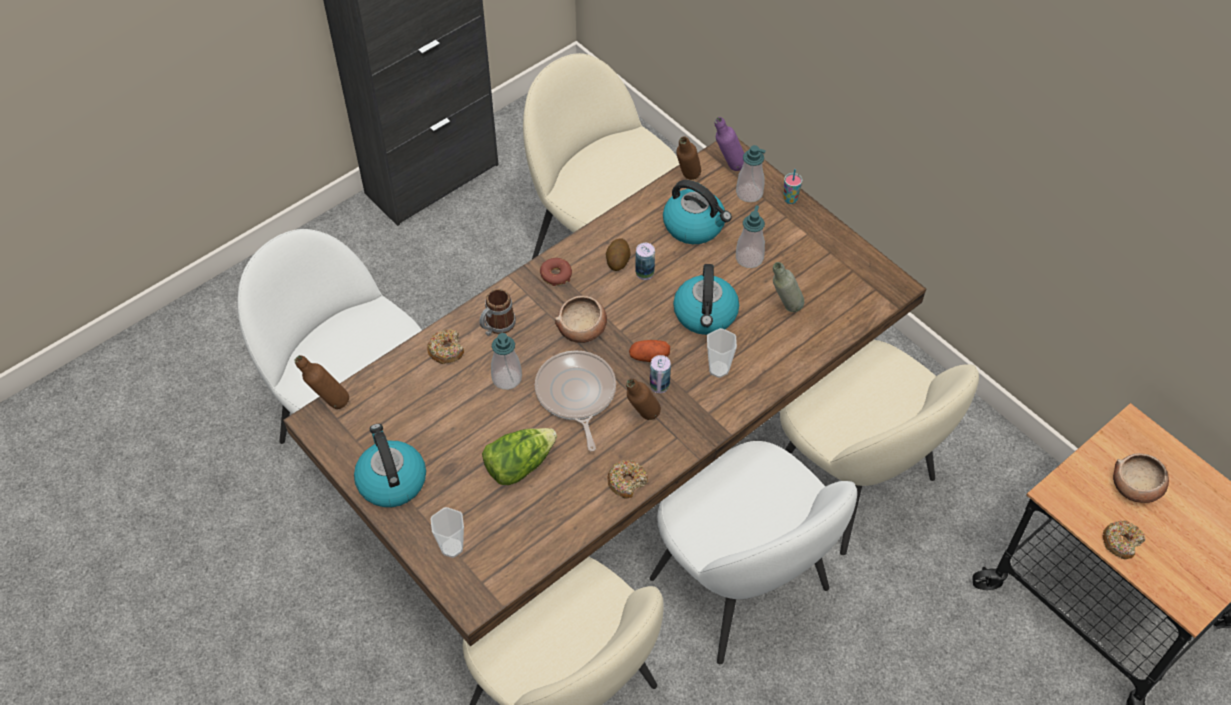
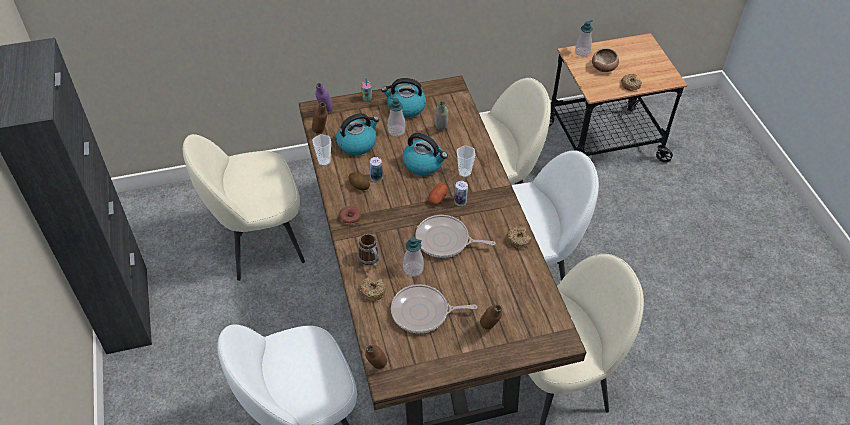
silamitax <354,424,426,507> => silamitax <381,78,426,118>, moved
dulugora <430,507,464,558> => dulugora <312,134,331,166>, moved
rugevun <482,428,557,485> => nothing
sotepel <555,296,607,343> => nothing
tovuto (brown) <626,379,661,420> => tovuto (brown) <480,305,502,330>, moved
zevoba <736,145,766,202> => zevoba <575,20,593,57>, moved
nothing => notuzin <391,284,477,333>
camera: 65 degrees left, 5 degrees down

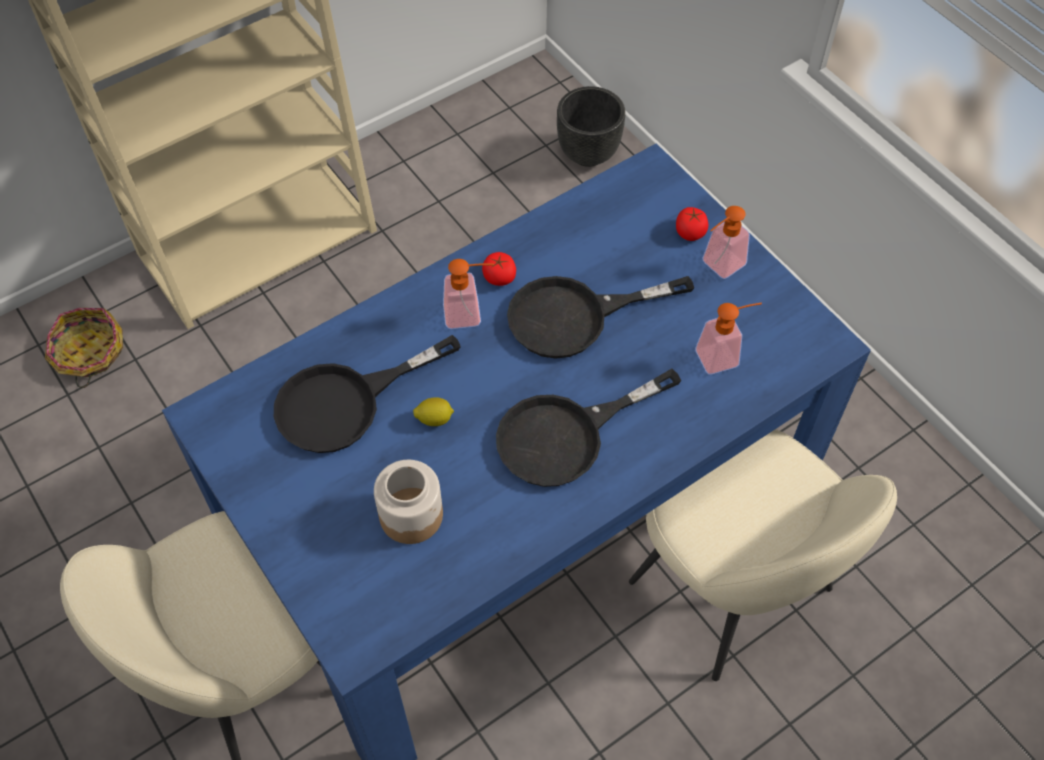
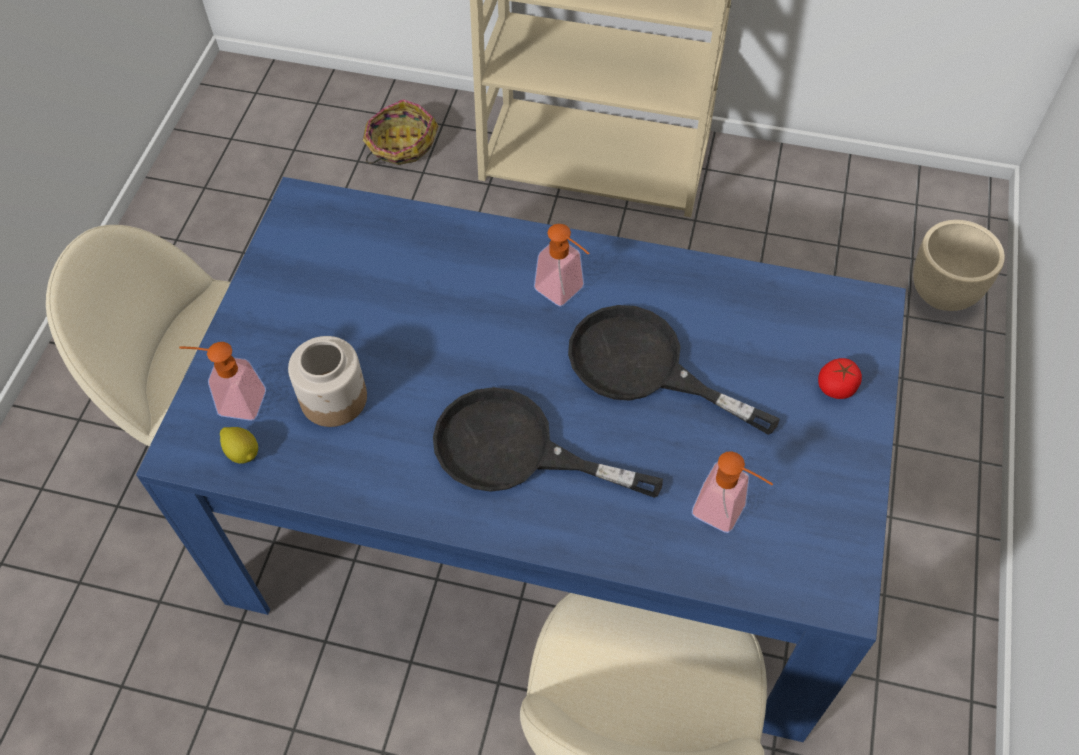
notuzin (black) <274,335,461,453> => nothing
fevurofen <413,397,454,426> => fevurofen <220,427,258,464>, moved
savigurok <482,252,516,286> => nothing
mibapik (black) <557,86,625,167> => mibapik (beige) <913,220,1005,311>
zevoba <702,206,750,279> => zevoba <179,342,266,421>, moved
camera: 50 degrees right, 0 degrees up

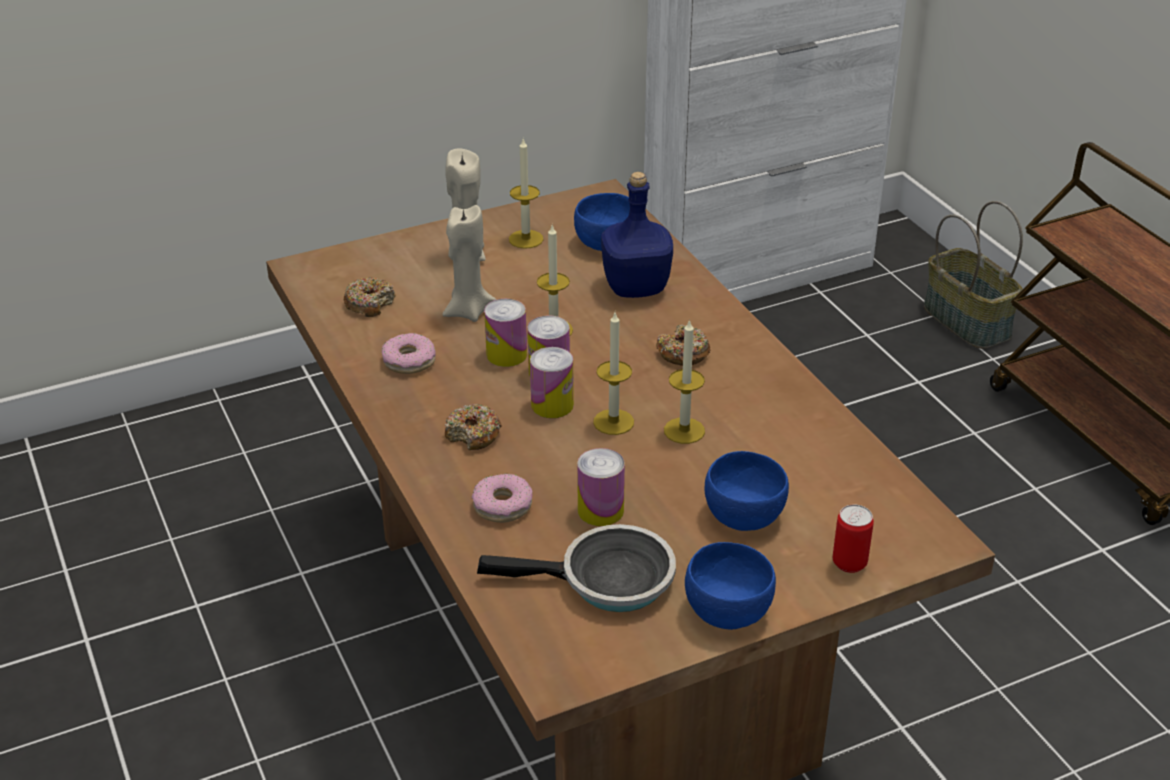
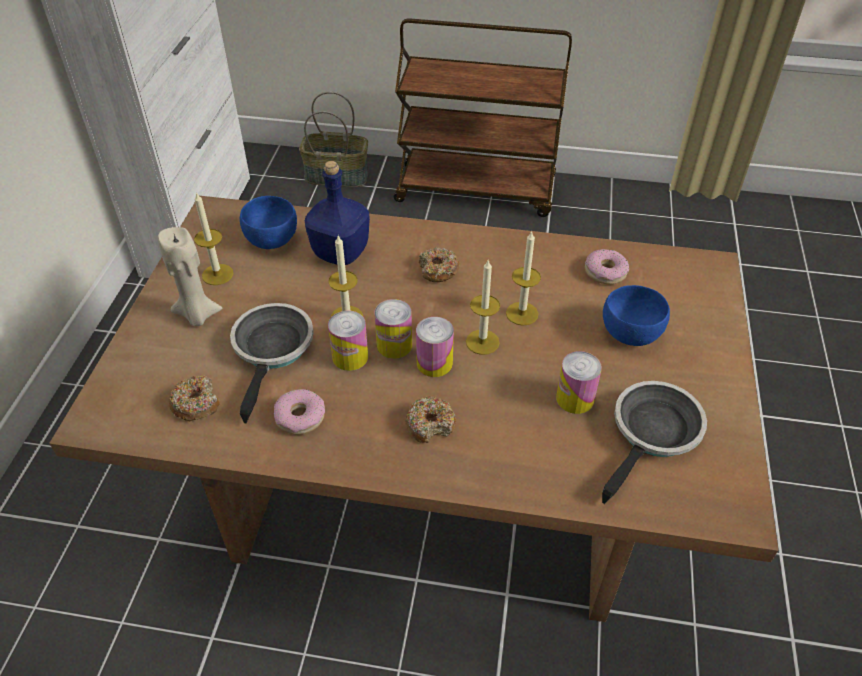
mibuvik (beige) <442,205,496,322> => notuzin <230,303,314,423>
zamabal <472,474,532,523> => zamabal <585,249,629,284>, moved
sotepel (blue) <685,542,776,630> => nothing
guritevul <833,504,874,573> => nothing
camera: 55 degrees left, 10 degrees up

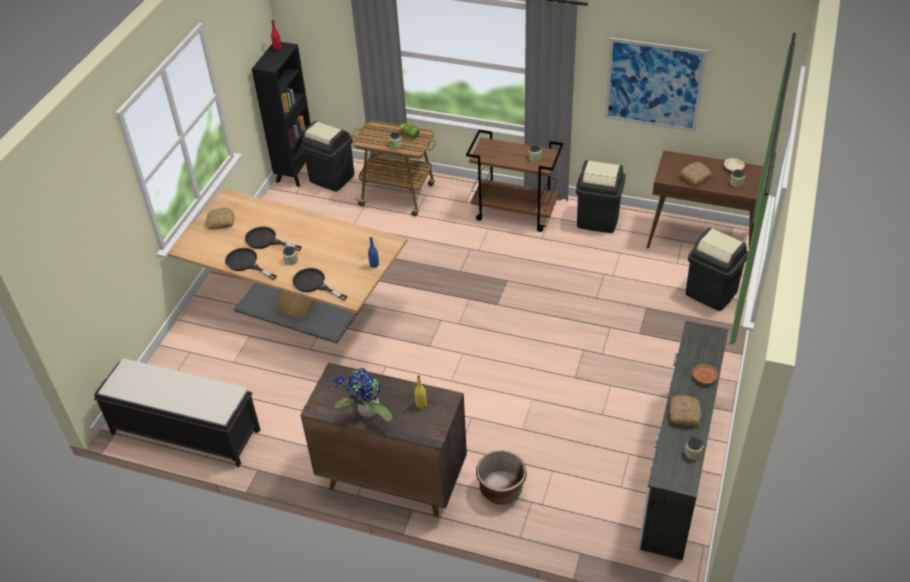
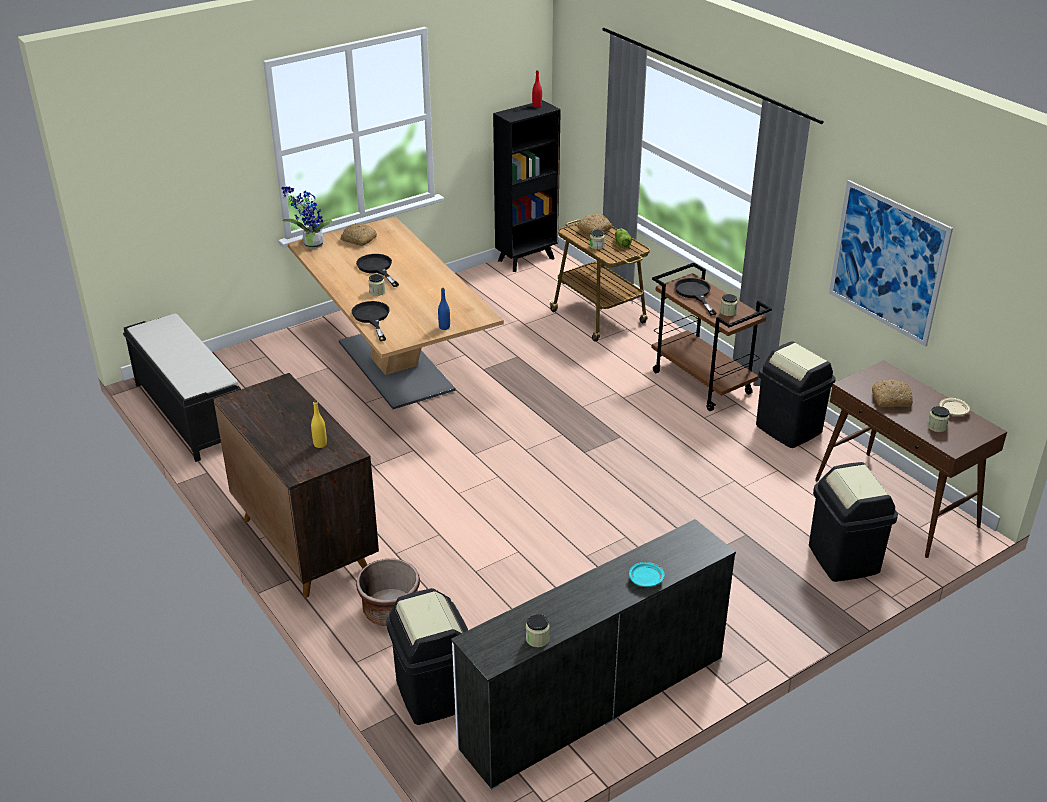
notuzin (black) <225,248,277,280> => notuzin (black) <674,278,716,315>, moved
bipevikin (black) <300,121,354,192> => bipevikin (black) <386,588,468,725>, moved
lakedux <333,367,392,421> => lakedux <281,186,333,249>, moved
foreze <670,395,702,426> => foreze <578,214,612,235>, moved
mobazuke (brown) <693,364,718,384> => mobazuke (turquoise) <629,562,664,587>
camera: 35 degrees right, 10 degrees down

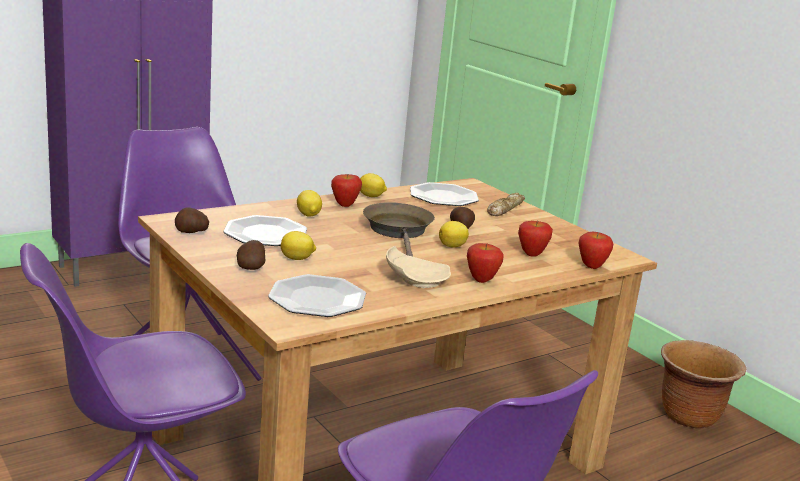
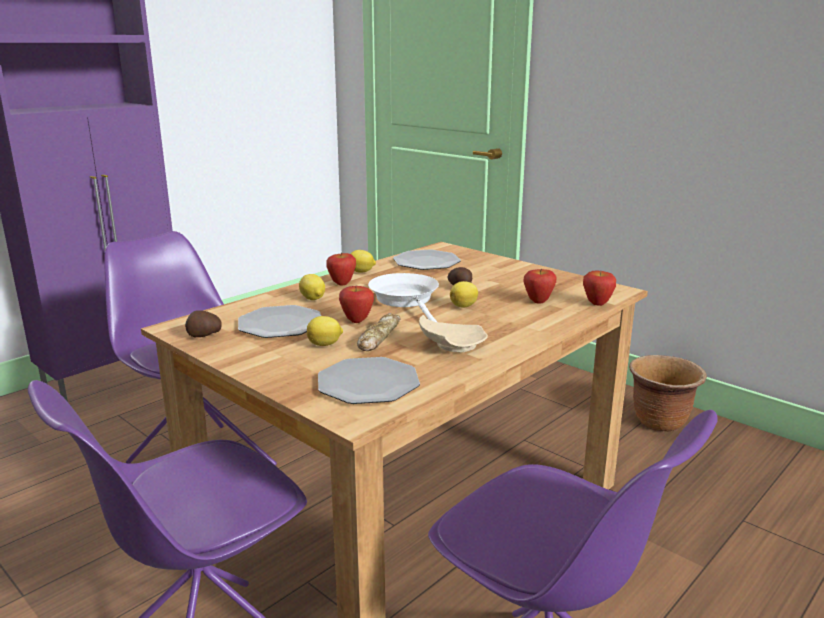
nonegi <237,240,265,270> => nothing
notuzin (brown) <363,202,435,257> => notuzin (white) <368,273,439,322>
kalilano <467,243,504,283> => kalilano <339,286,374,323>, moved
foreze <487,193,525,216> => foreze <357,313,401,351>, moved
camera: 10 degrees left, 0 degrees up

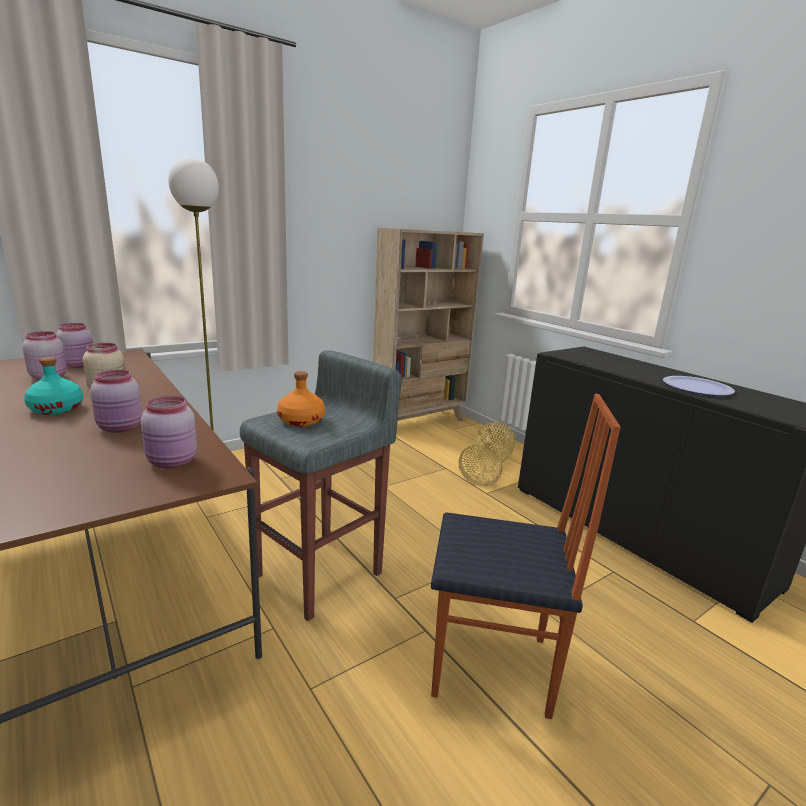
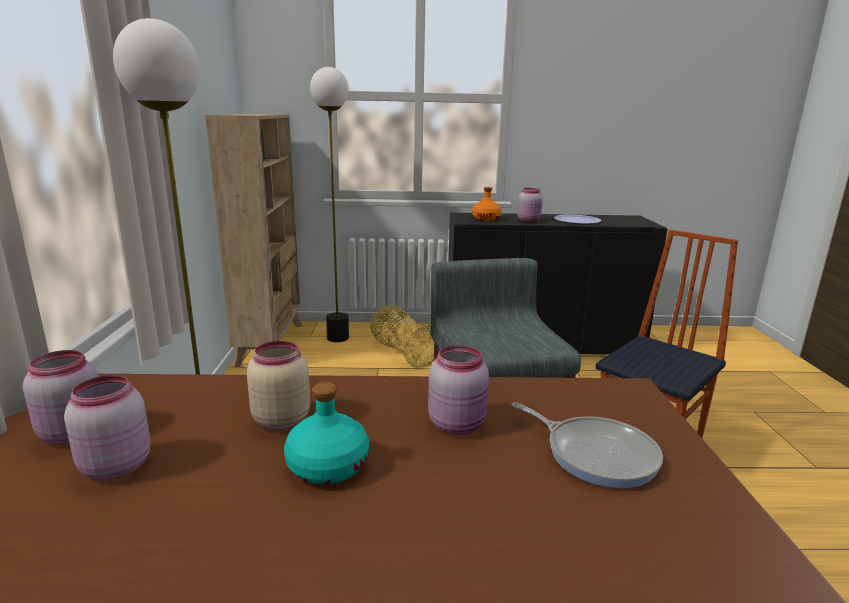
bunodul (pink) <141,396,197,468> => bunodul (pink) <517,188,543,222>, moved
tovuto (orange) <277,371,325,427> => tovuto (orange) <472,187,502,221>, moved
nothing => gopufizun <310,67,349,342>
nothing => notuzin <511,402,663,488>
camera: 55 degrees left, 0 degrees up

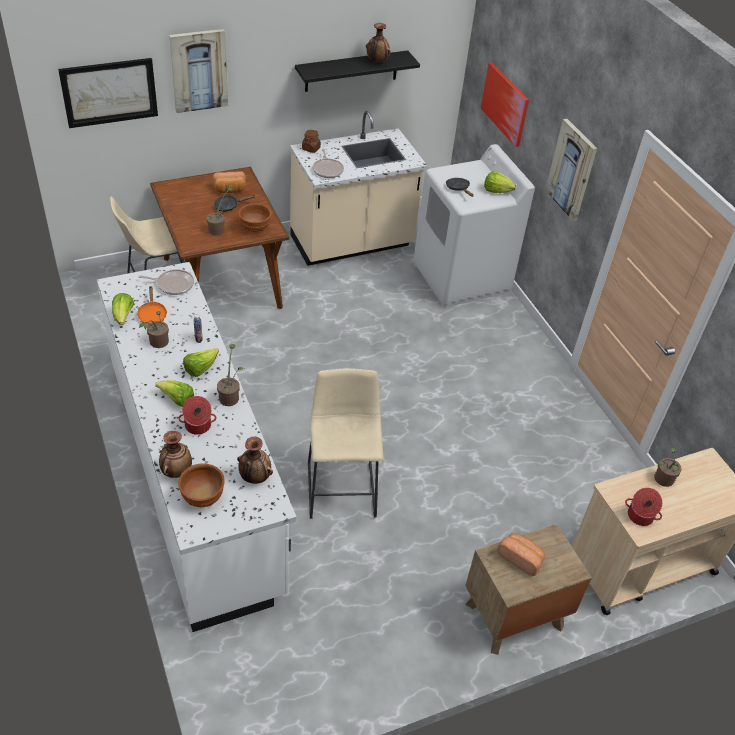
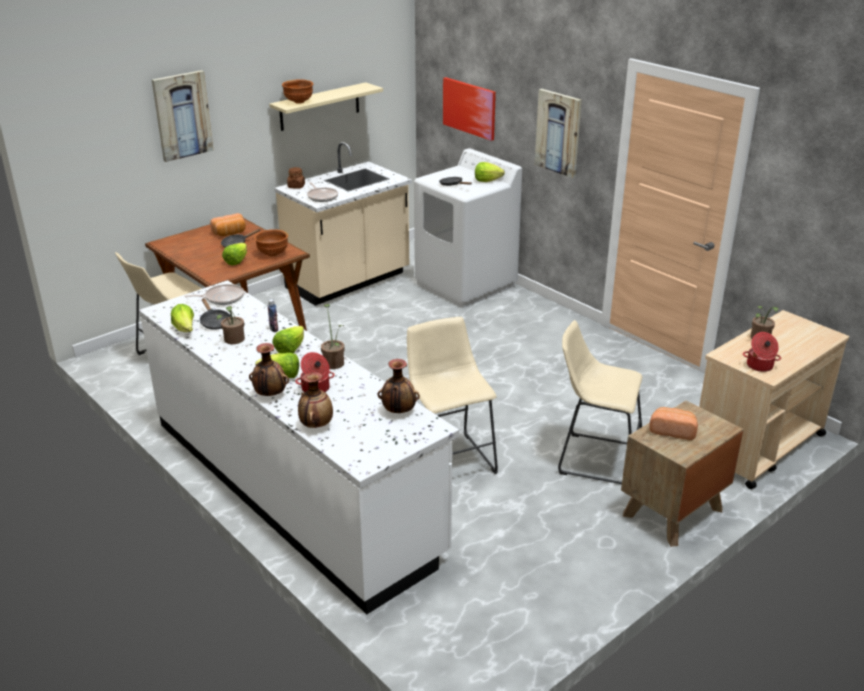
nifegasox <58,58,158,128> => nothing
notuzin (orange) <137,286,167,323> => notuzin (black) <200,298,231,330>
sotepel (brown) <178,463,225,507> => sotepel (brown) <282,79,314,104>, moved
lakedux <207,188,232,236> => rugevun <222,243,247,265>
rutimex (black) <295,50,420,92> => rutimex (beige) <269,82,383,131>
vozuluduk <366,23,391,62> => vozuluduk <249,343,289,396>, moved
nothing => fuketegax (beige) <558,320,642,484>
camera: 15 degrees left, 15 degrees down

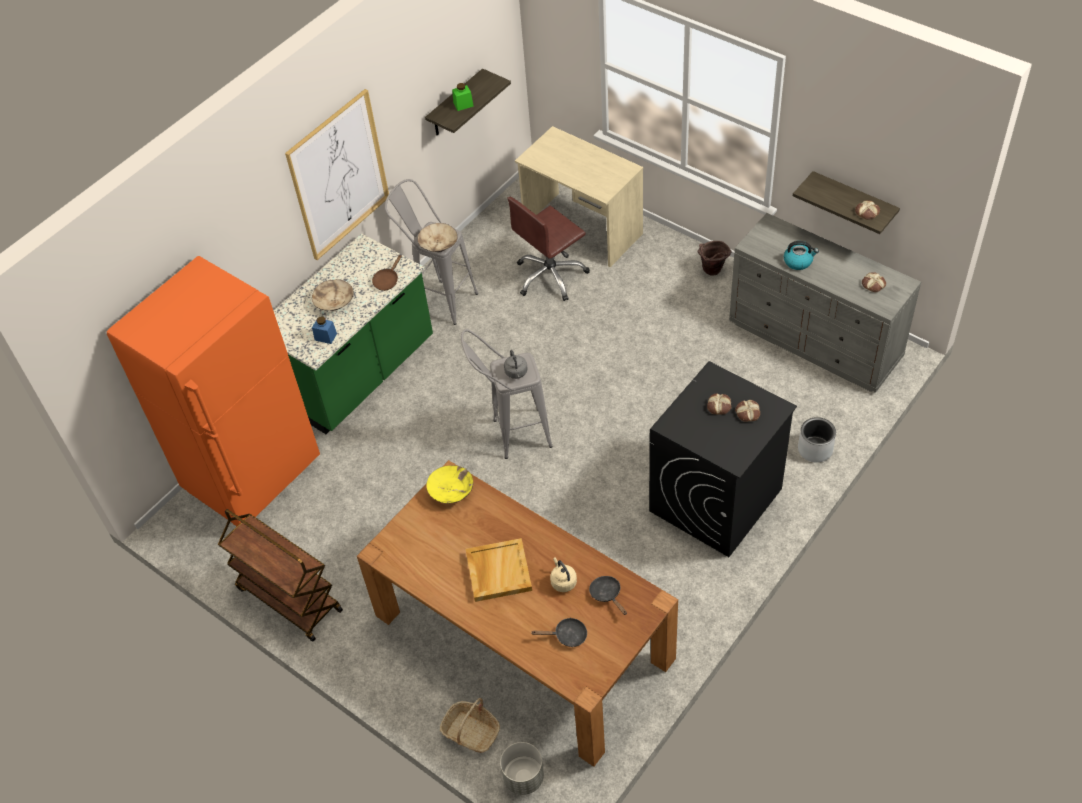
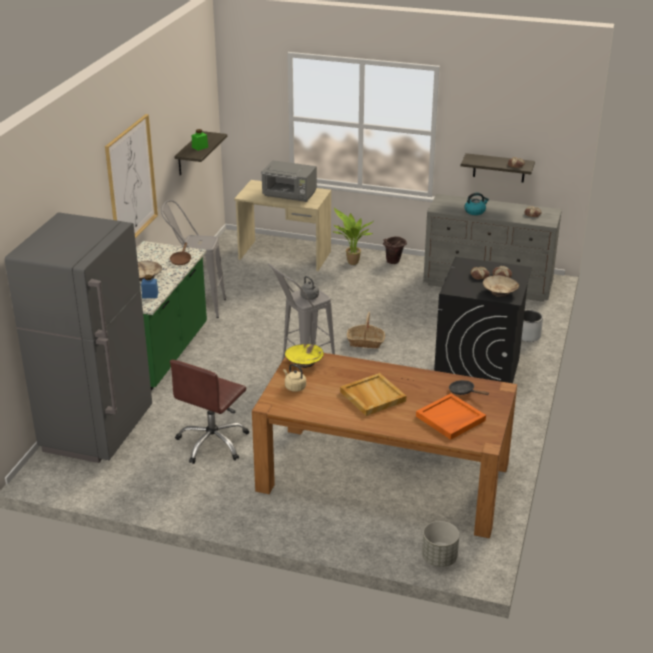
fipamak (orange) <107,256,320,526> => fipamak (grey) <5,212,152,463>
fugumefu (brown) <218,509,343,642> => nothing
sotepel (beige) <417,223,458,252> => sotepel (beige) <483,275,519,297>, moved
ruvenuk <440,698,500,753> => ruvenuk <347,312,385,348>, moved
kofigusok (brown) <508,197,590,301> => kofigusok (brown) <170,360,249,464>, moved
notuzin (black) <532,618,587,647> => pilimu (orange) <416,393,486,440>
silamitax (beige) <550,557,577,592> => silamitax (beige) <283,364,306,392>, moved
nothing => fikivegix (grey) <261,160,317,202>
nothing => lakedux <332,208,373,265>
camera: 25 degrees left, 20 degrees down

